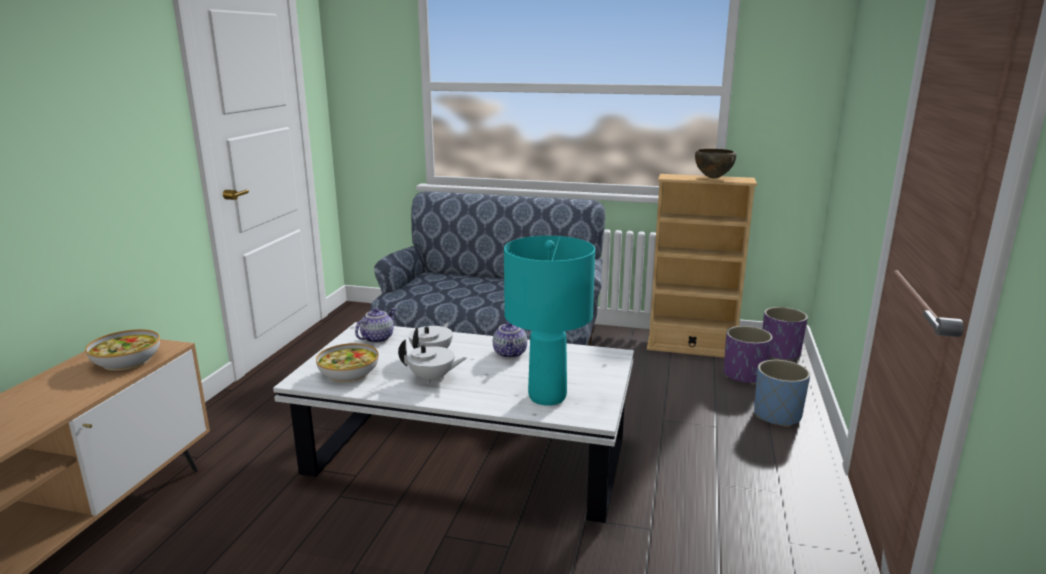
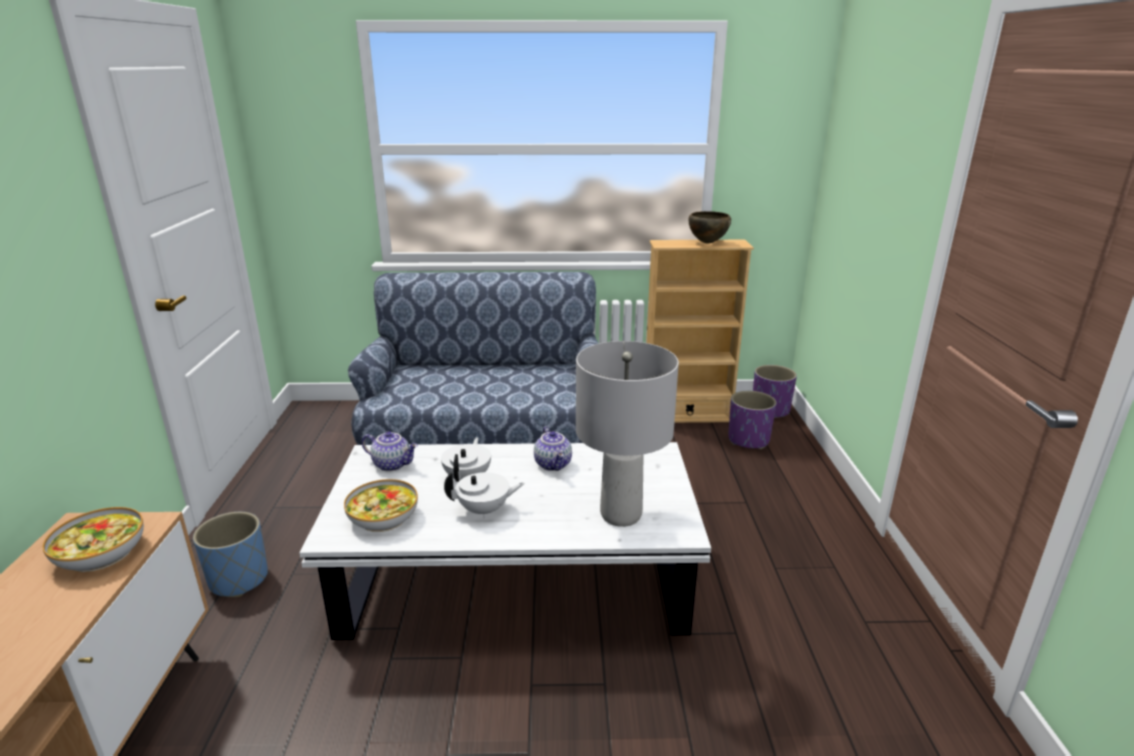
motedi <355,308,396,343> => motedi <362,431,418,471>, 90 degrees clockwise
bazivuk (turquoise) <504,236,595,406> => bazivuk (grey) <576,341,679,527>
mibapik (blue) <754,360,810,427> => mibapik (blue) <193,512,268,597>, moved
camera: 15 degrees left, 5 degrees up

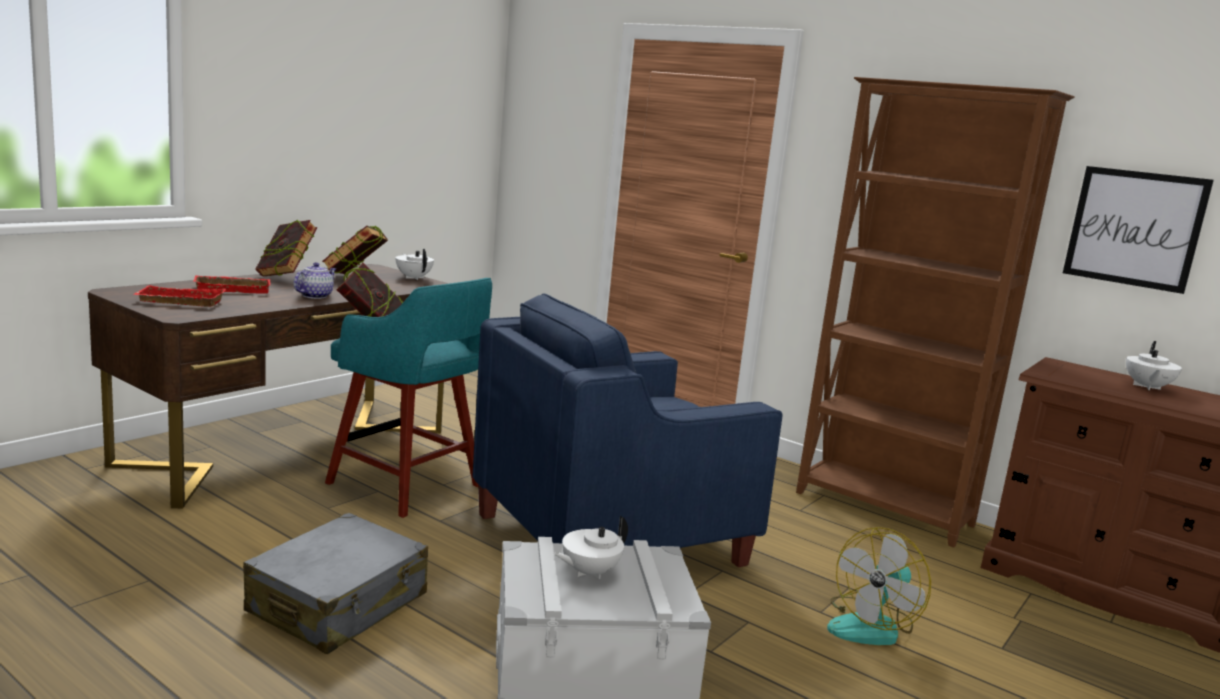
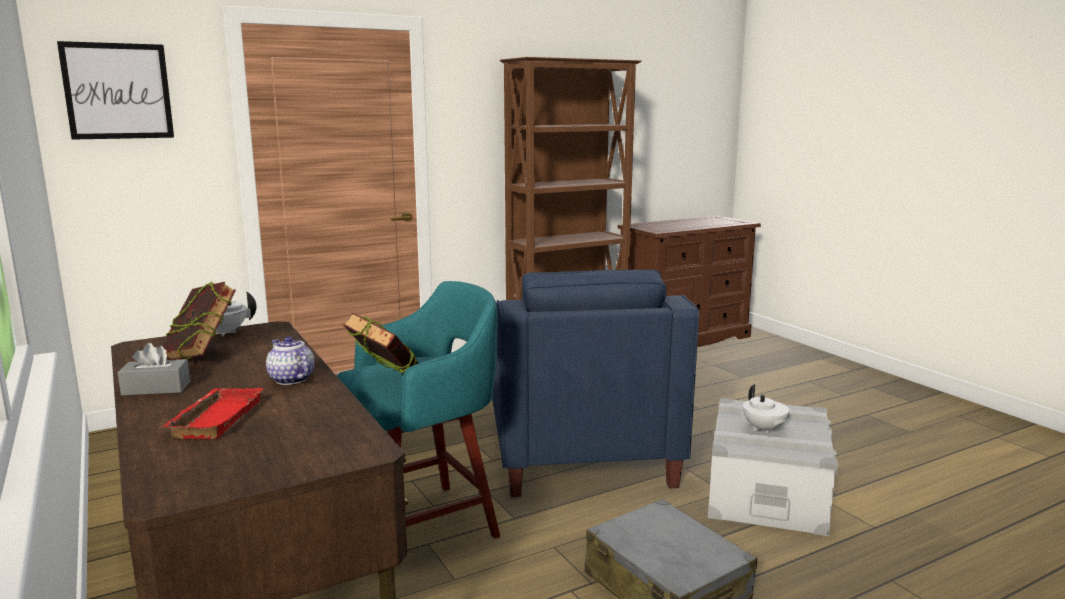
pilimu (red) <133,285,226,307> => nothing
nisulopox <255,219,317,277> => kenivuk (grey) <118,343,190,396>
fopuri <827,527,931,645> => nothing
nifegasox <1063,166,1214,294> => nifegasox <57,41,174,140>, moved
motedi (white) <1126,341,1182,390> => nothing
camera: 65 degrees left, 0 degrees up

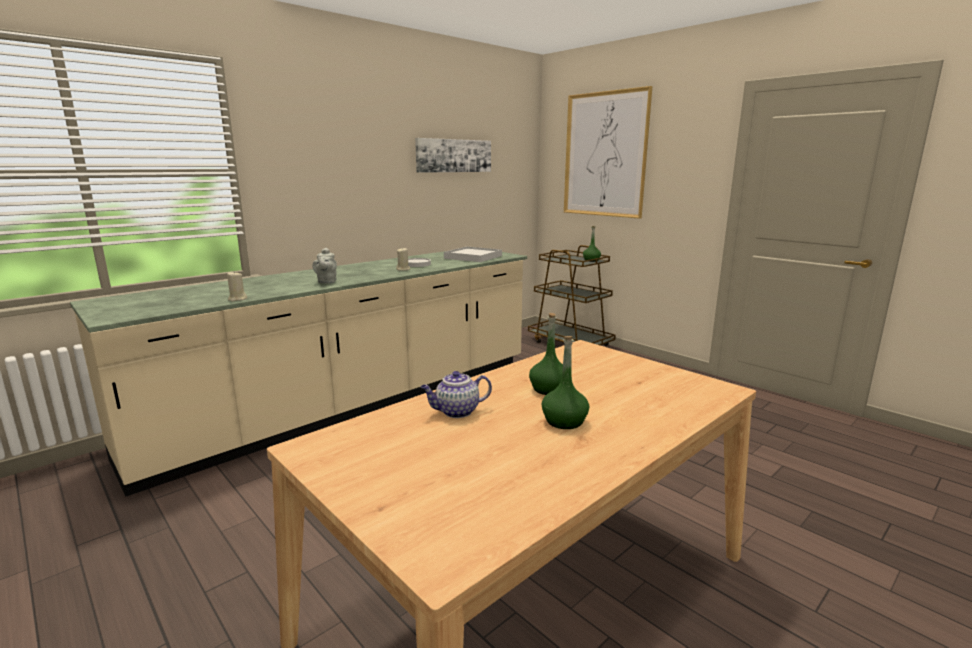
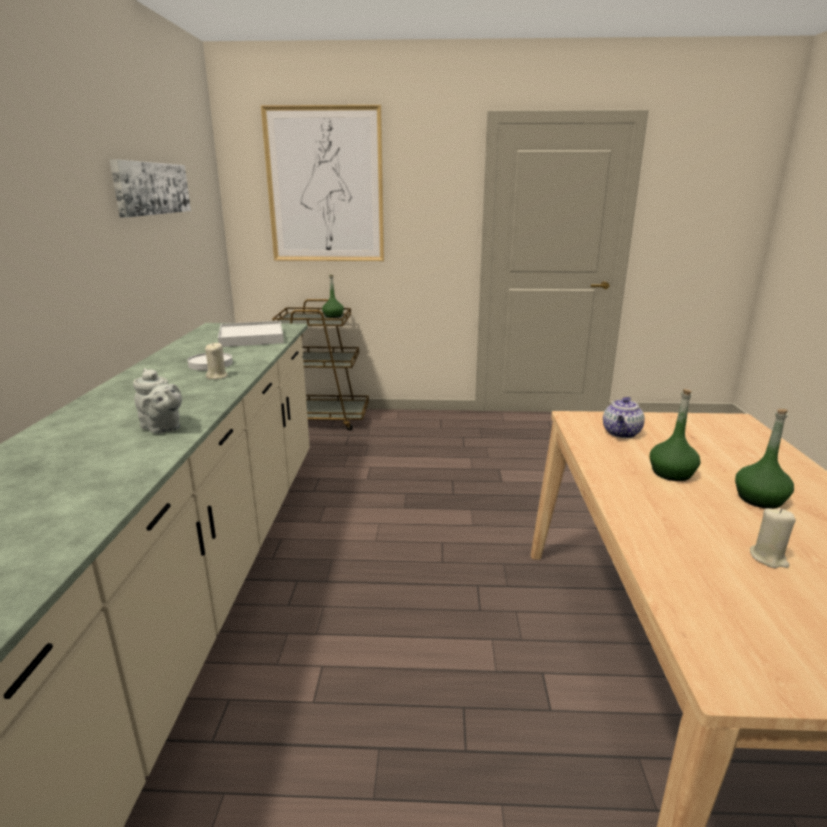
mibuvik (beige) <227,272,247,302> => mibuvik (beige) <750,508,796,568>, moved
motedi <421,371,492,418> => motedi <603,397,645,438>, moved
camera: 45 degrees left, 5 degrees up

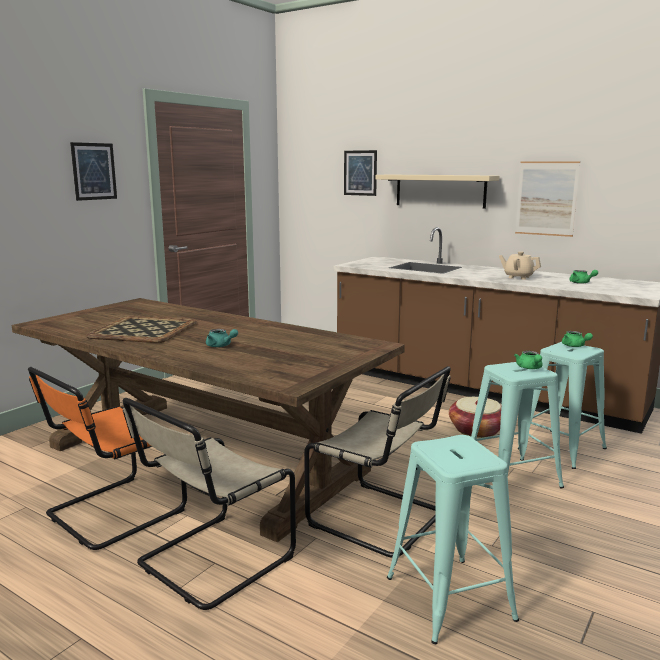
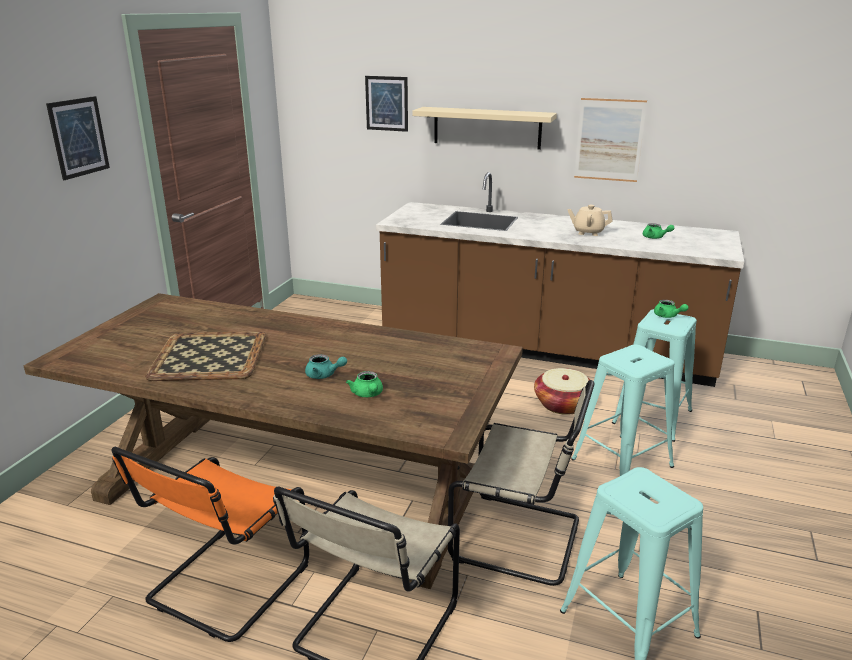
motedi (green) <514,351,542,369> => motedi (green) <346,371,383,397>, moved
camera: 15 degrees left, 10 degrees up

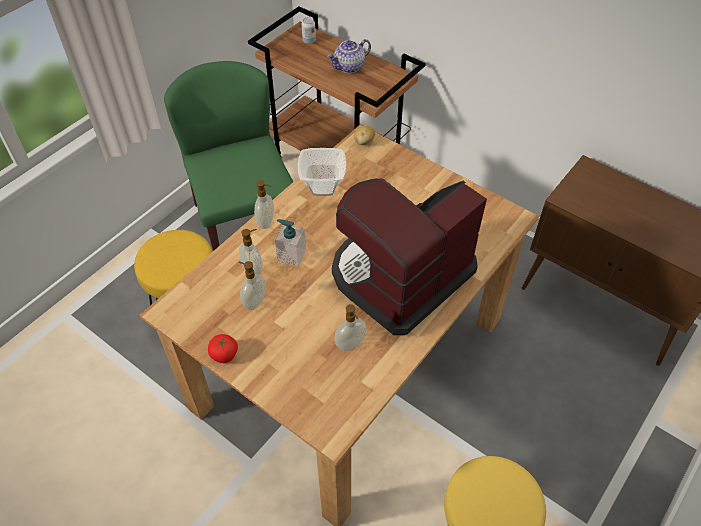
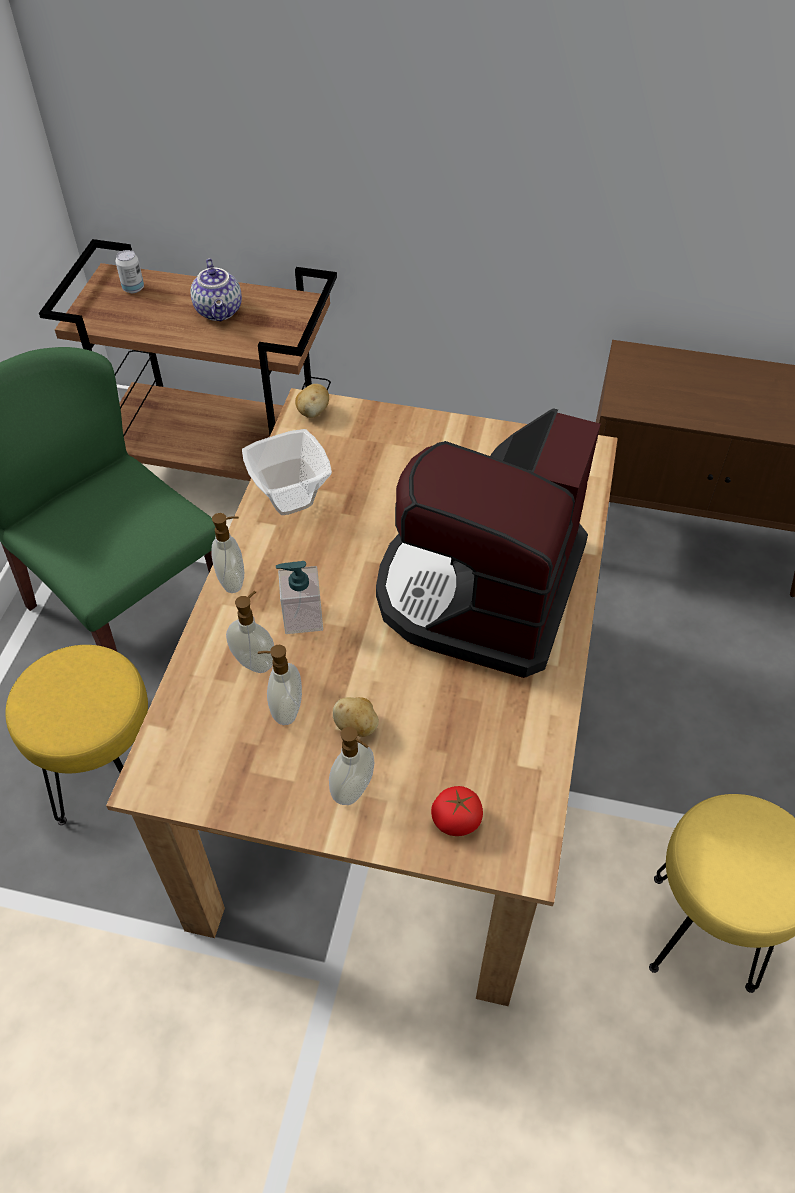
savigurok <208,334,238,363> => savigurok <431,786,483,836>, moved
motedi <327,39,371,73> => motedi <191,258,242,321>, 45 degrees counterclockwise
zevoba <335,304,366,351> => zevoba <329,727,374,805>, moved
nothing => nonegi <333,697,379,737>
camera: 25 degrees left, 0 degrees up

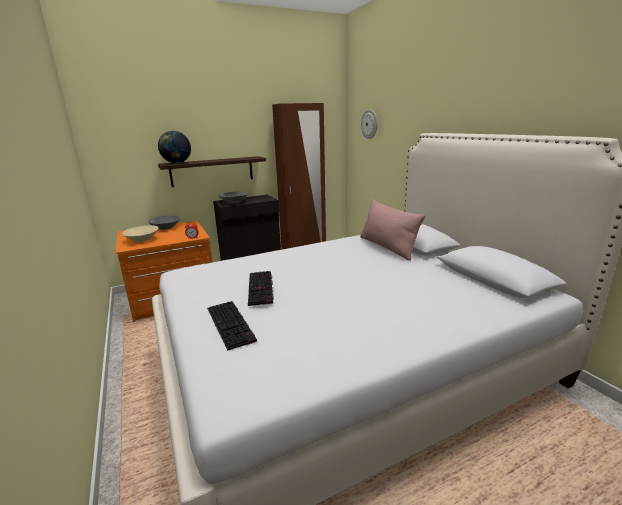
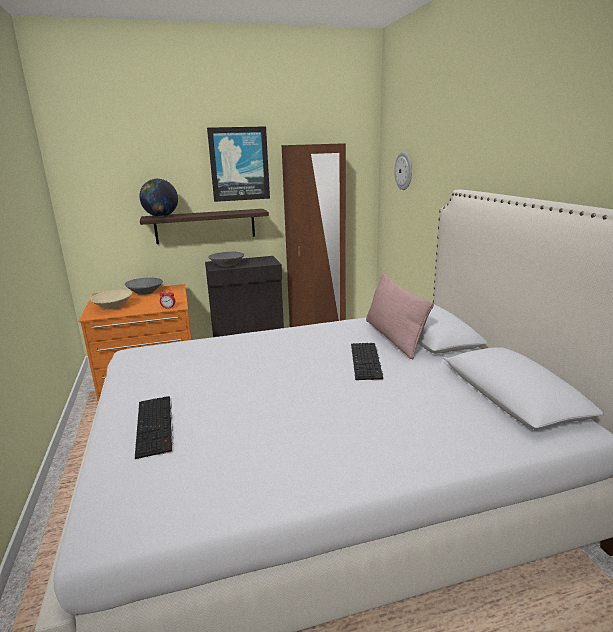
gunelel <248,271,274,306> => gunelel <351,343,383,380>, moved
nothing => nifegasox <207,126,270,202>
camera: 10 degrees right, 0 degrees up

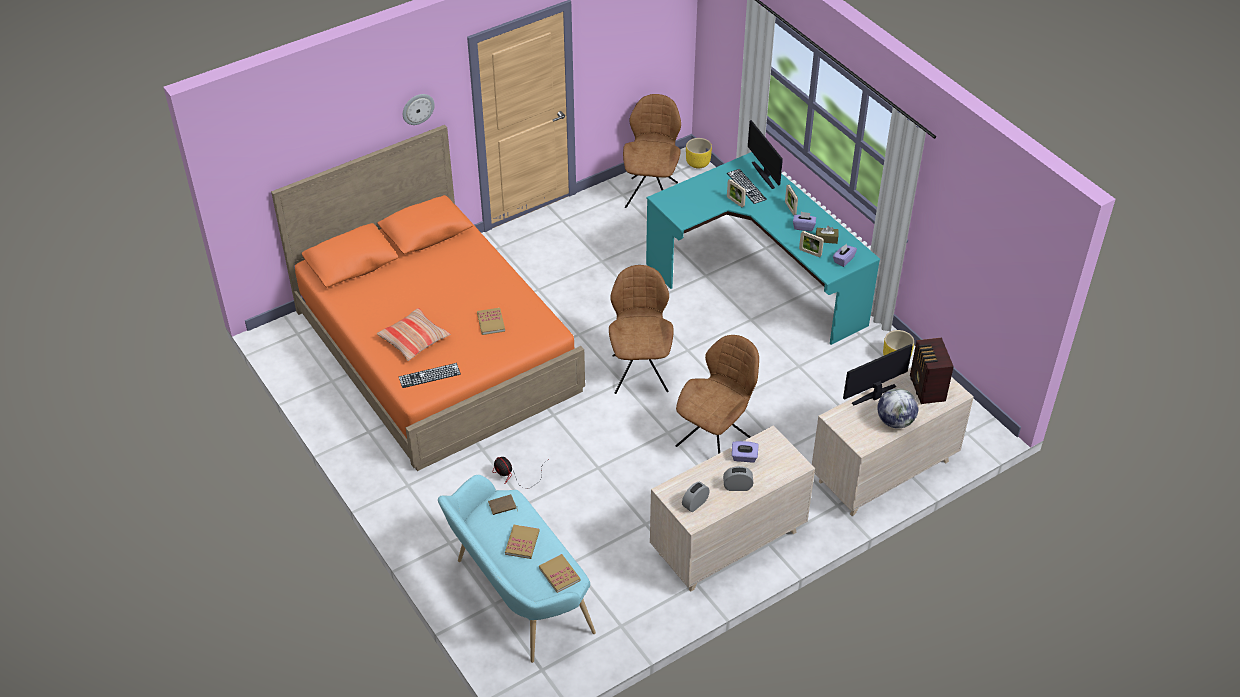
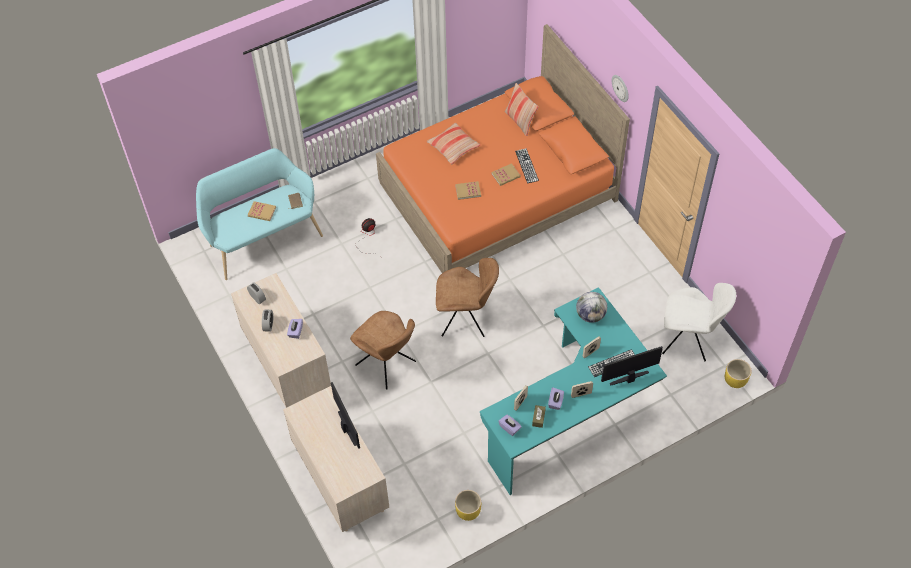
gunelel <399,363,461,388> => gunelel <515,148,539,183>, moved
nisulopox <539,554,581,593> => nisulopox <492,163,521,186>, moved
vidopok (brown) <623,94,681,208> => vidopok (white) <662,283,736,361>
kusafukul <877,388,918,429> => kusafukul <576,292,607,323>, moved
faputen <910,338,954,404> => nothing
nothing => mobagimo <505,83,538,136>
camera: 95 degrees right, 10 degrees up

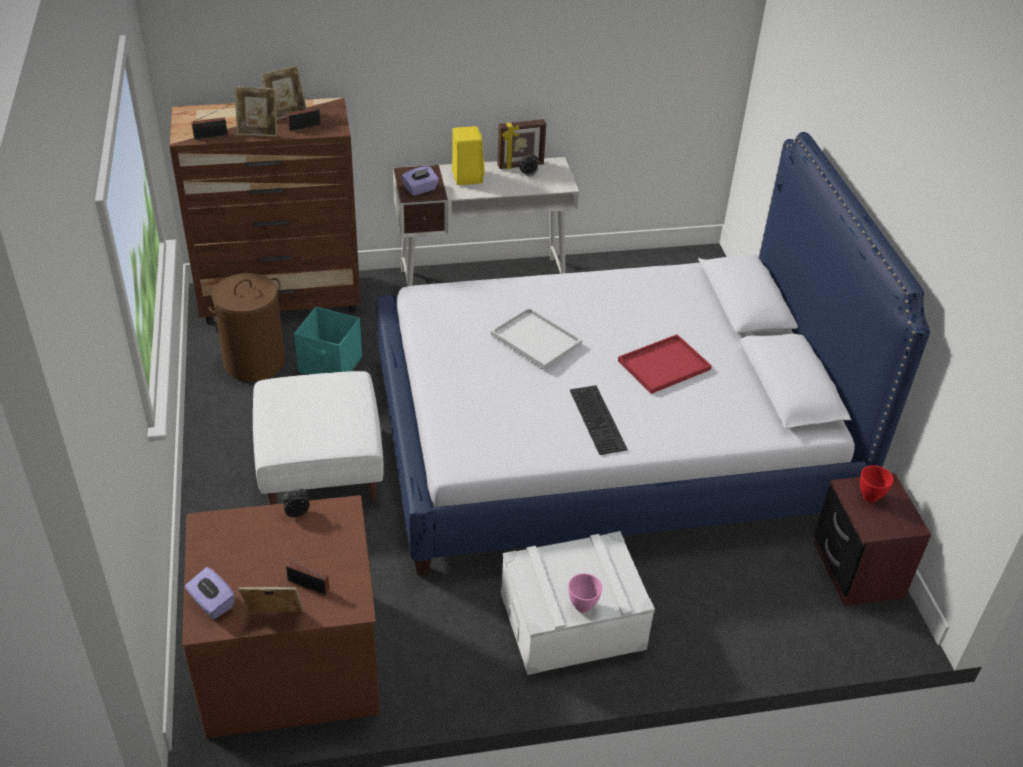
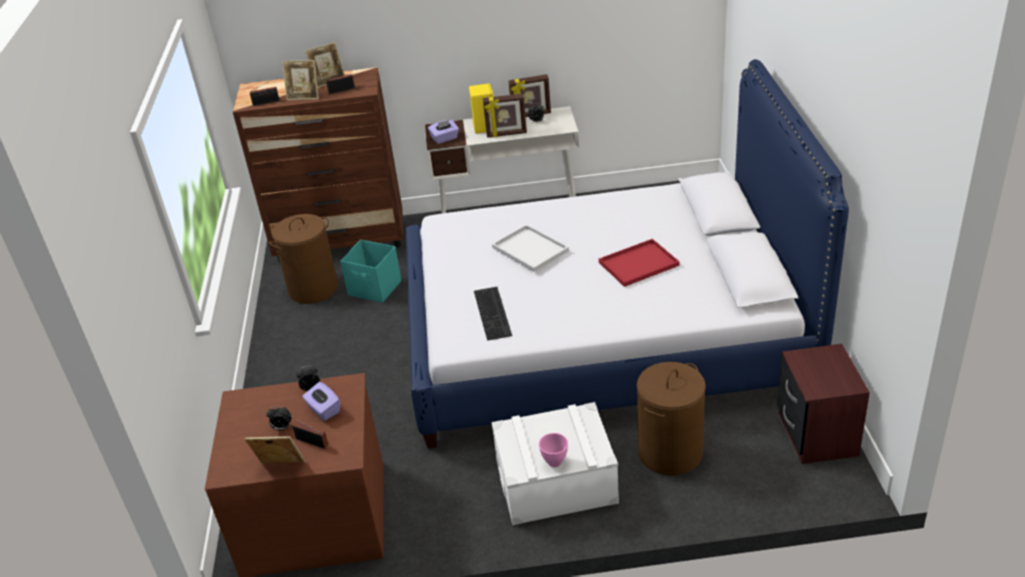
kenivuk (purple) <185,567,235,619> => kenivuk (purple) <302,382,340,421>, moved
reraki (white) <253,371,384,505> => nothing
gunelel <570,385,628,455> => gunelel <474,287,512,341>, moved
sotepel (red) <860,465,894,502> => nothing
nothing => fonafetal <266,406,292,430>
nothing => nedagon <483,94,527,138>
nothing => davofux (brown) <637,362,706,476>
camera: 10 degrees right, 5 degrees down

